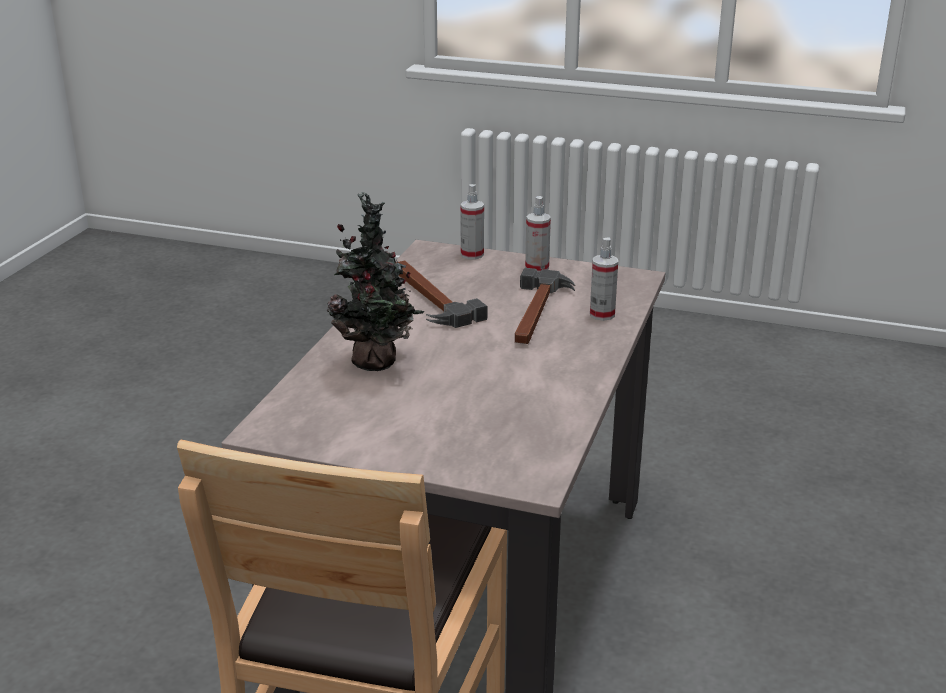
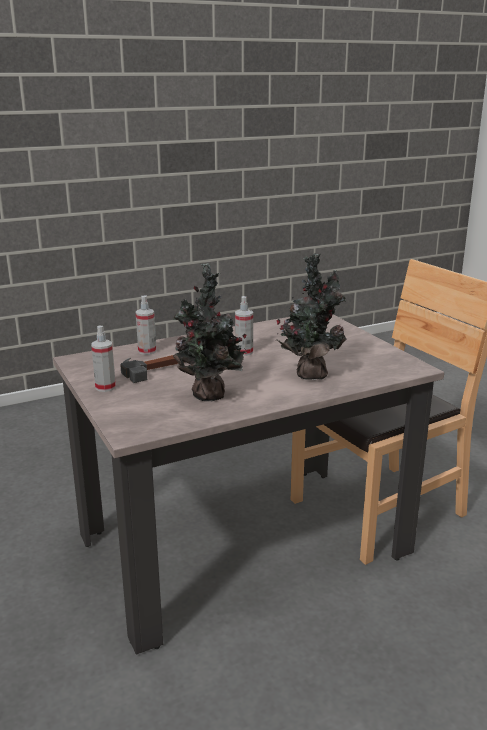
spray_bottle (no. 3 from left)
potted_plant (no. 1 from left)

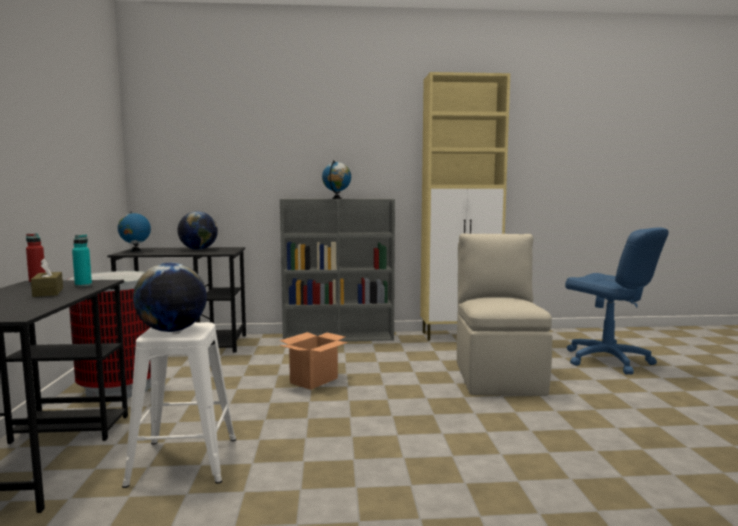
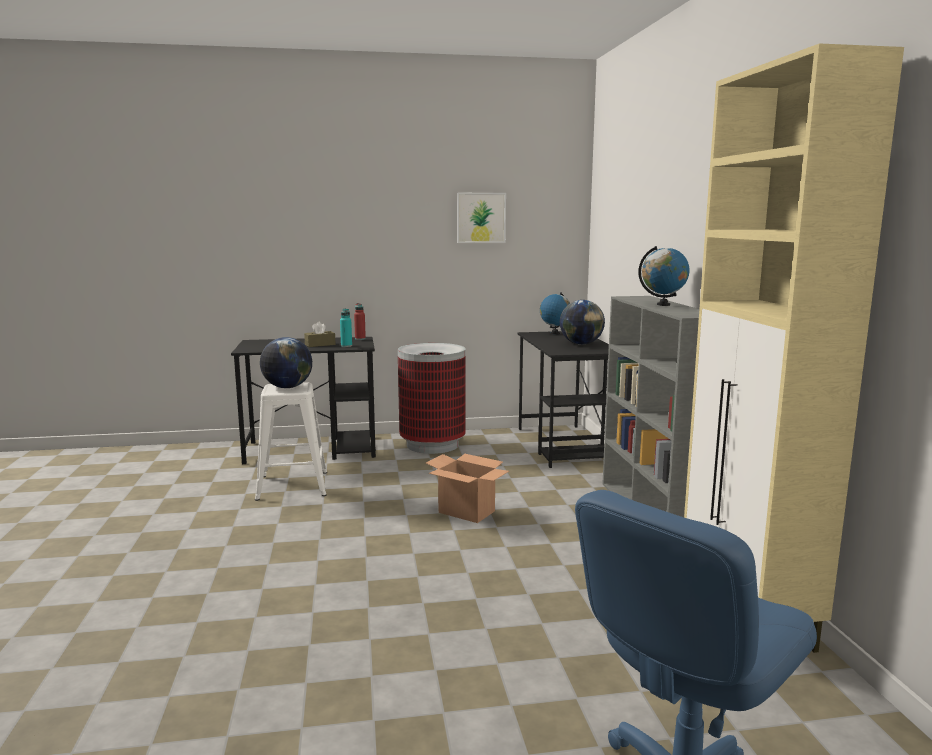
beige_chair
picture

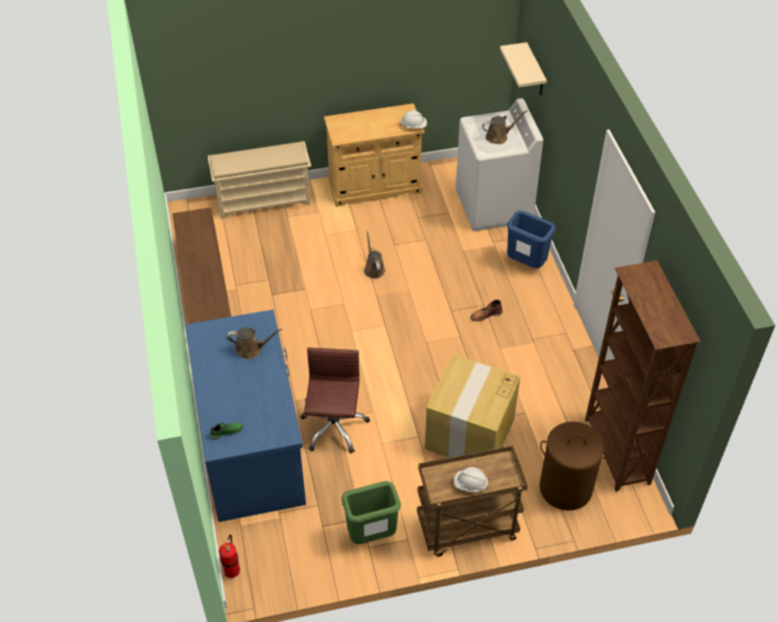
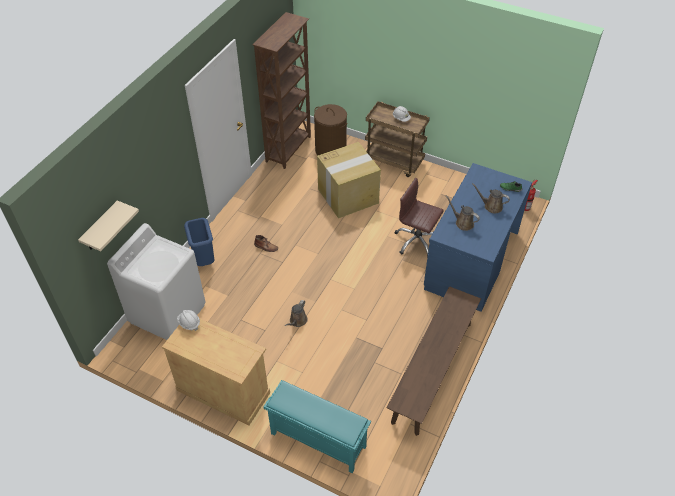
green_trash_can
brown_watering_can (no. 3 from left)
turquoise_shoe_rack
brown_office_chair

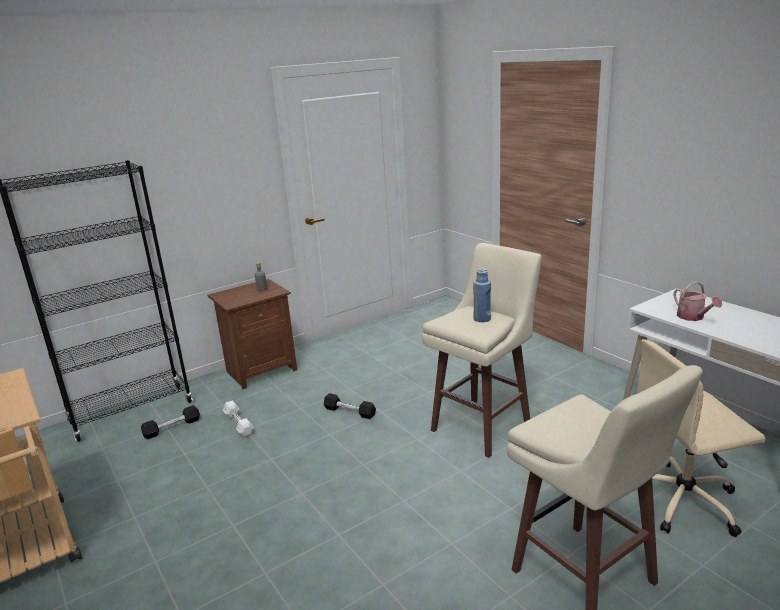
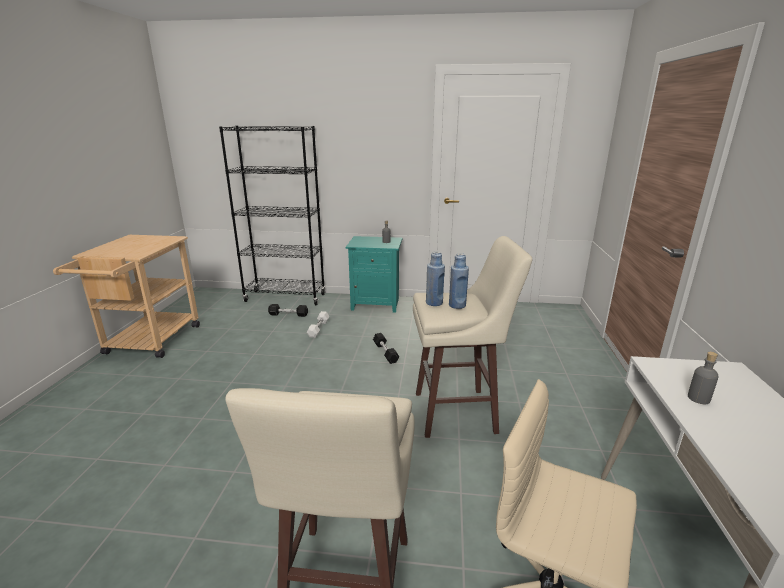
blue_bottle (no. 1 from left)
grey_bottle (no. 2 from left)
turquoise_nightstand

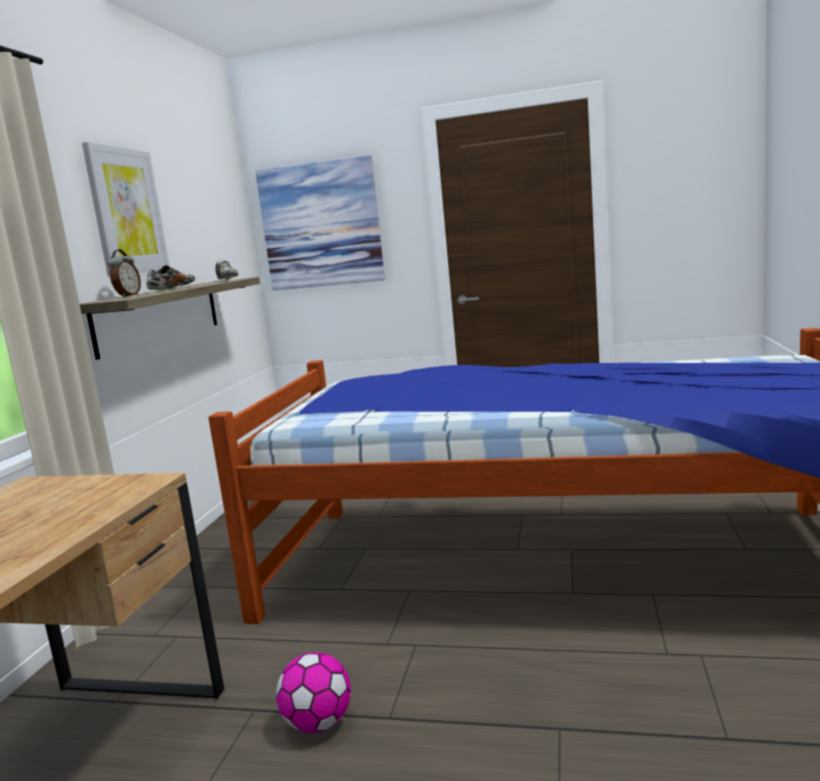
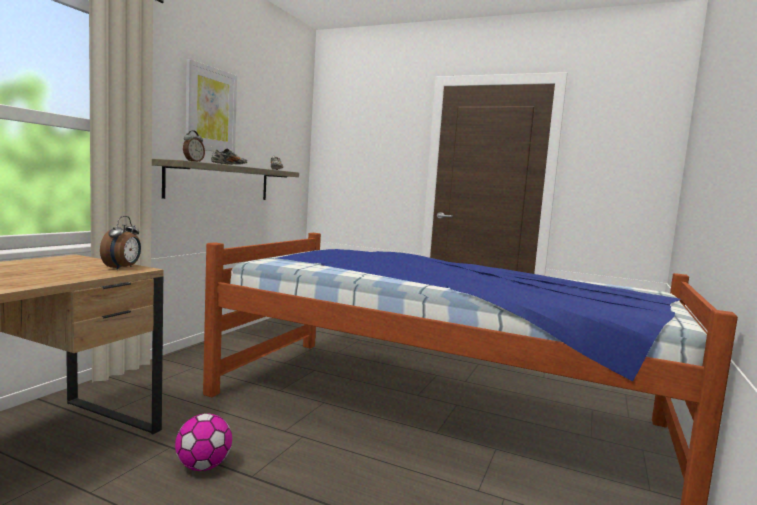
picture (no. 2 from left in the first image)
alarm_clock (no. 1 from left)

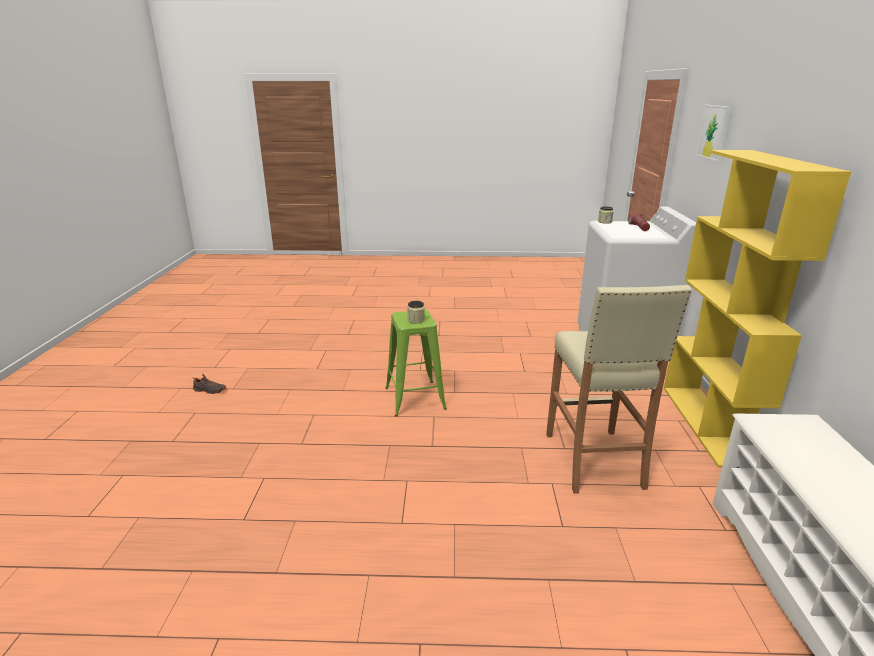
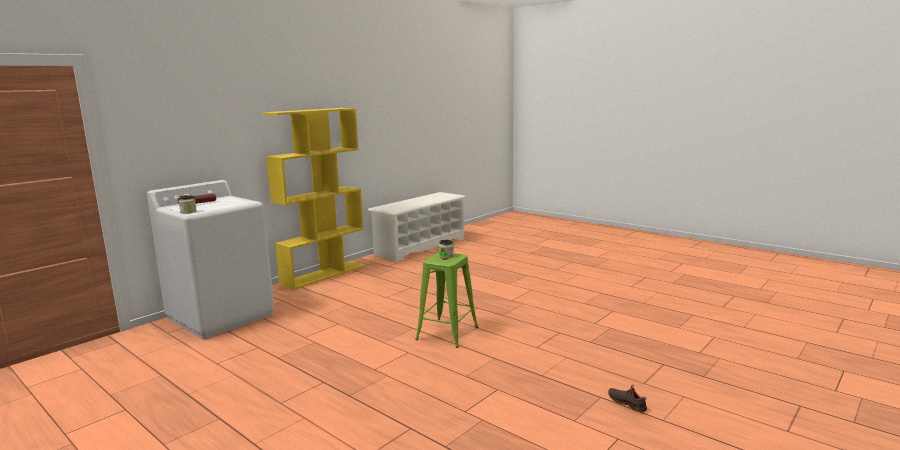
beige_stool
picture

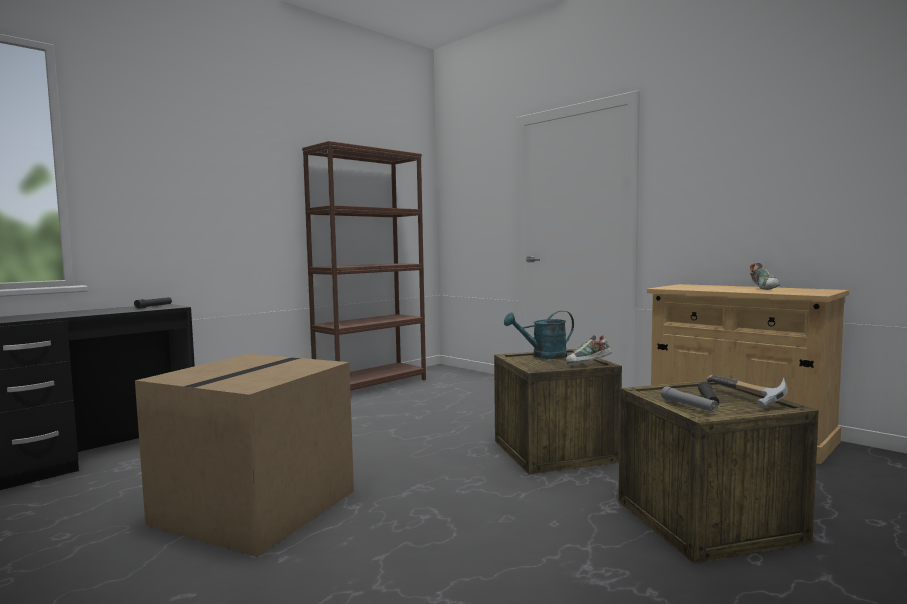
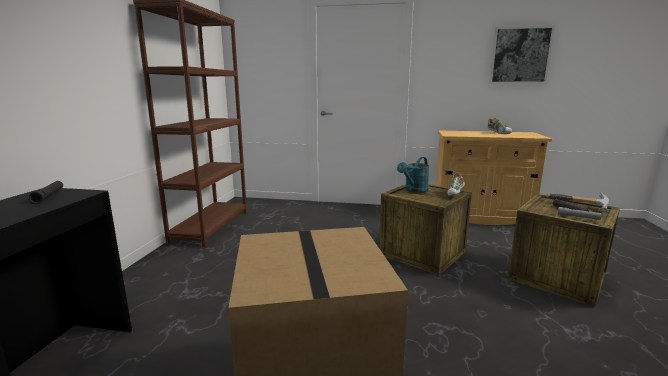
picture

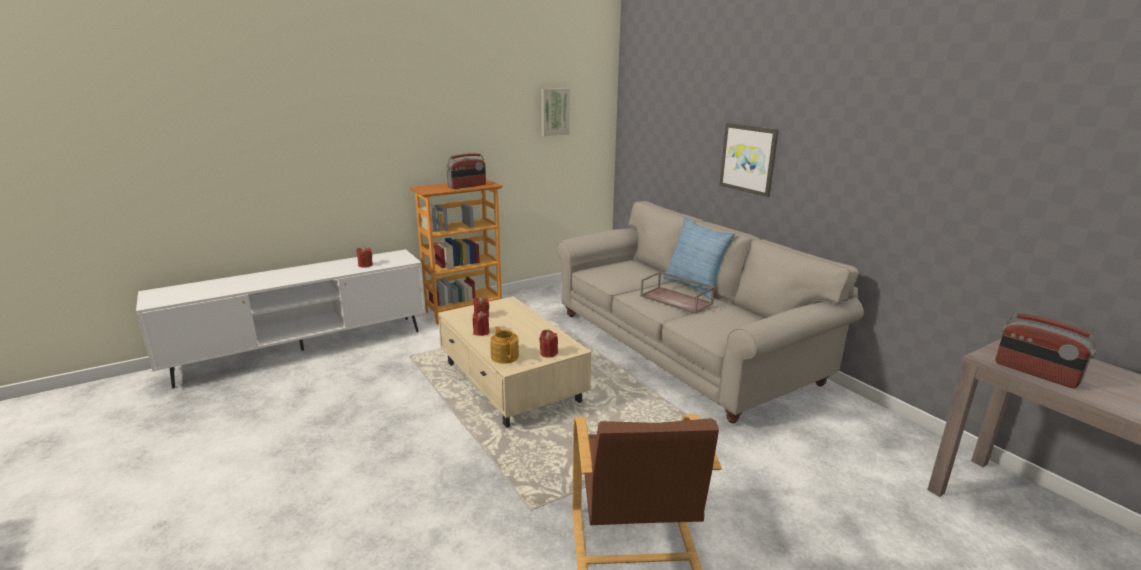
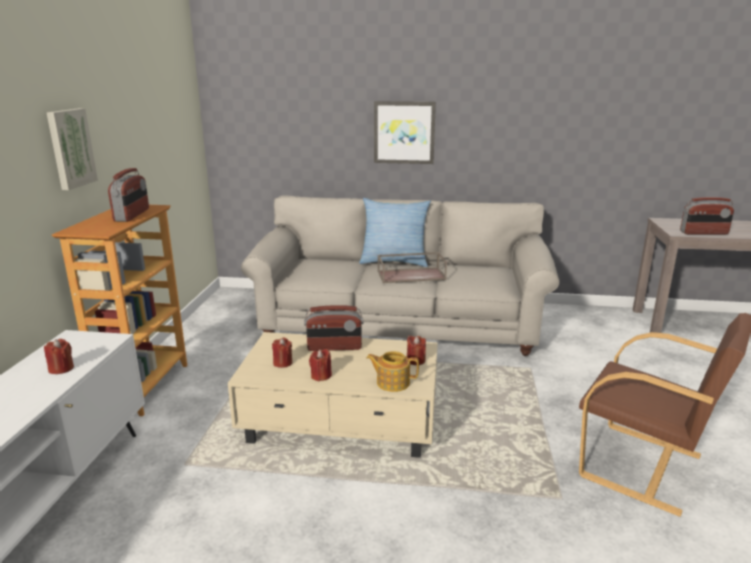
radio (no. 2 from left)
picture (no. 1 from left)

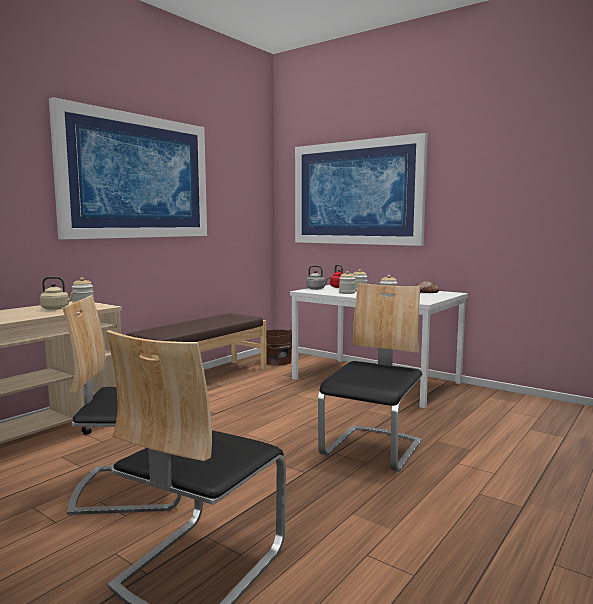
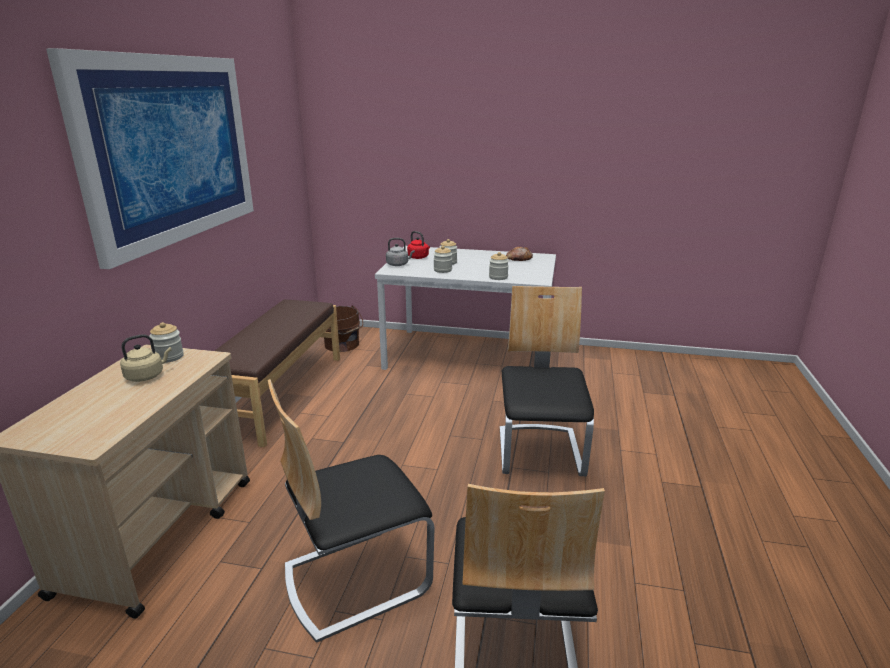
picture (no. 2 from left in the first image)

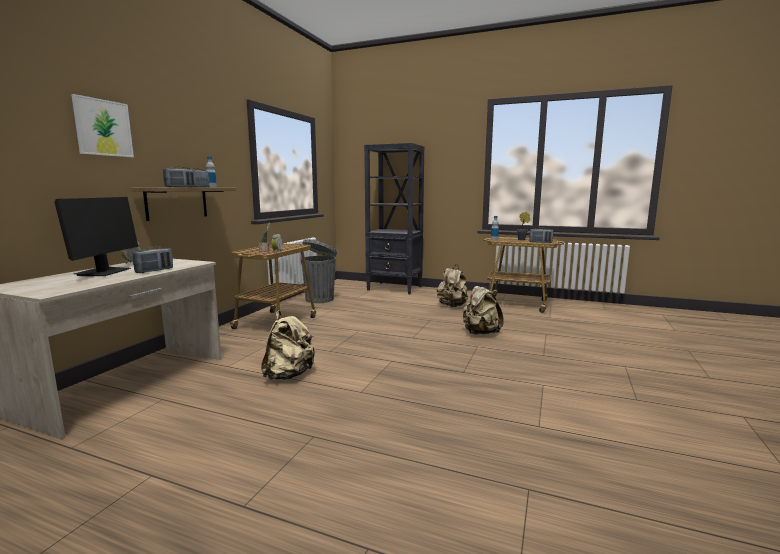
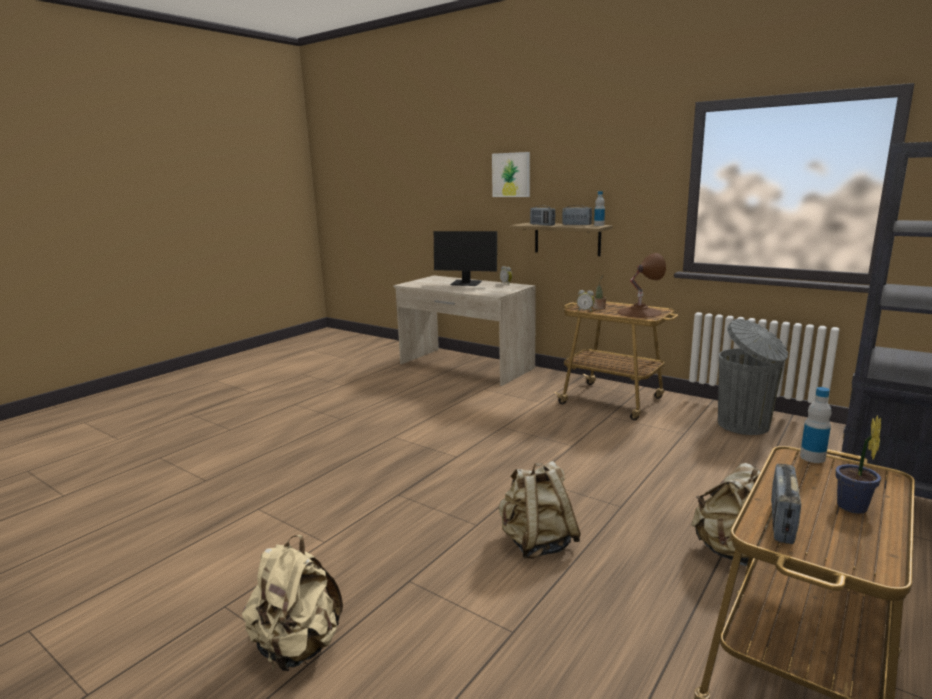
radio (no. 1 from left in the first image)
brown_table_lamp
beige_backpack (no. 1 from left)

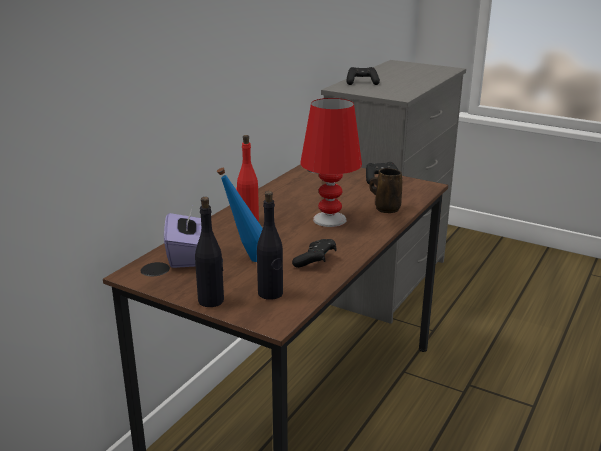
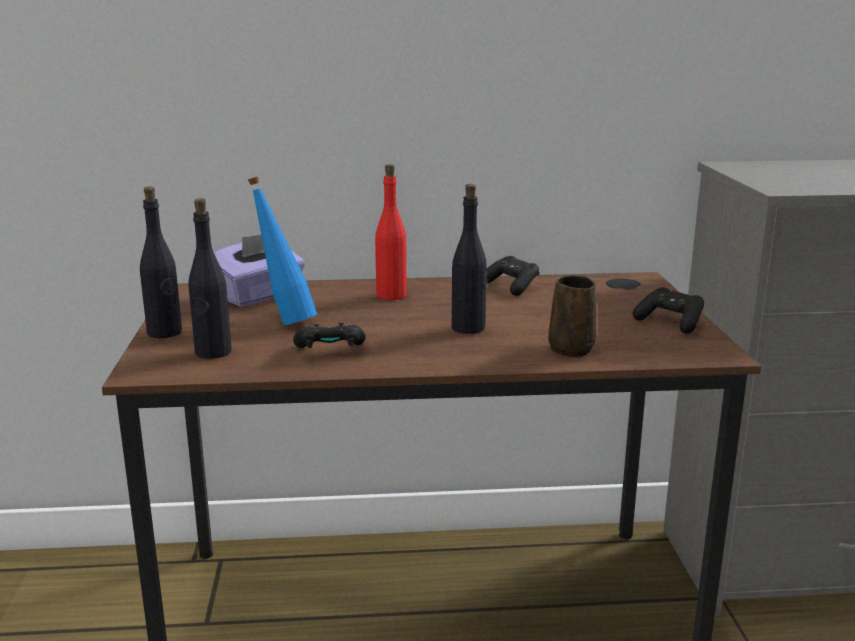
black_game_controller (no. 2 from left)
black_bottle (no. 3 from left)

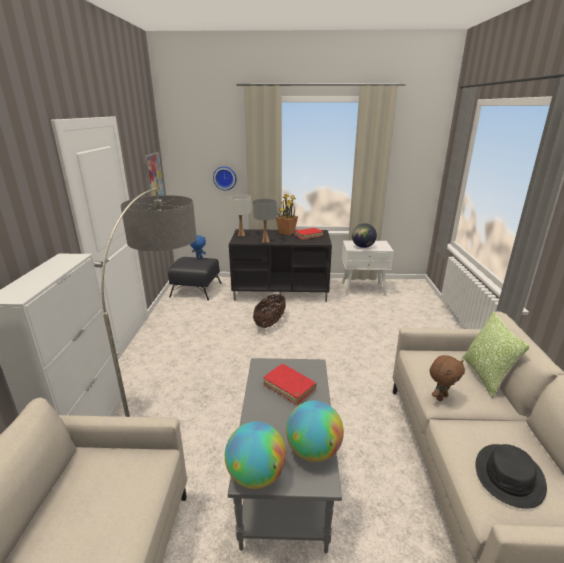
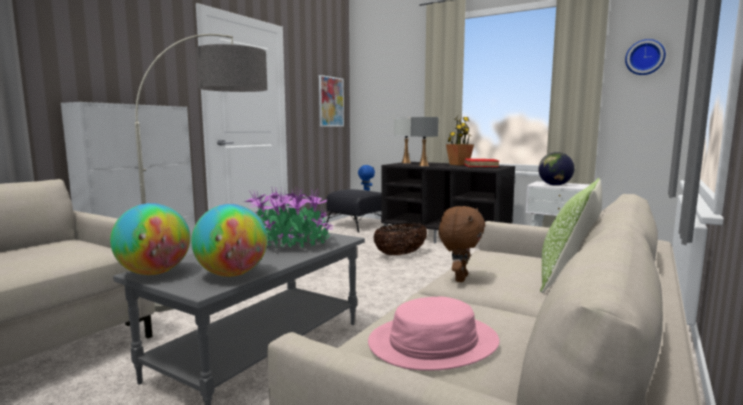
wall_clock
potted_plant (no. 1 from left)
pink_hat
brown_plush_toy

